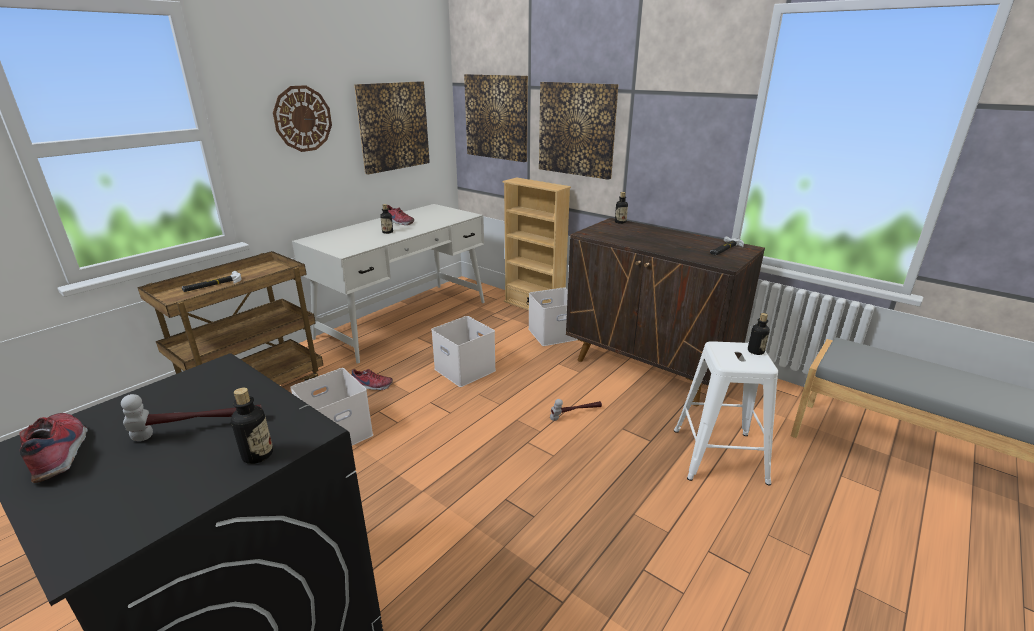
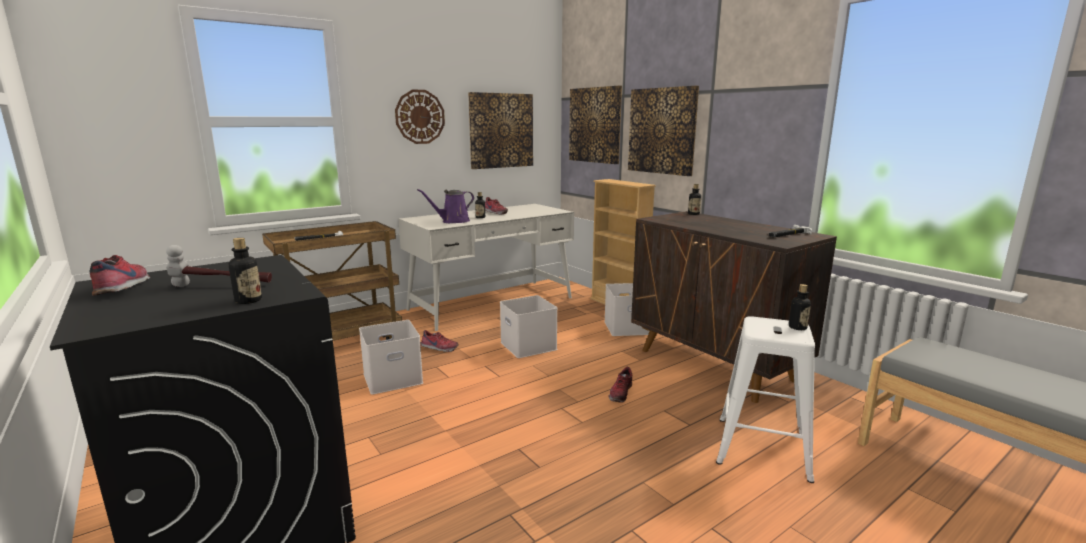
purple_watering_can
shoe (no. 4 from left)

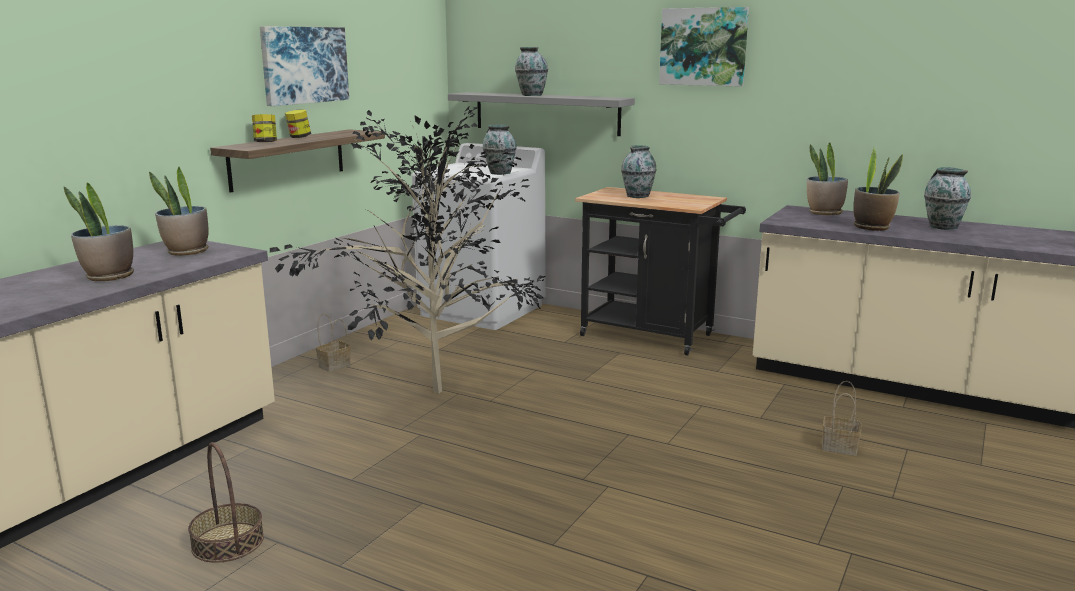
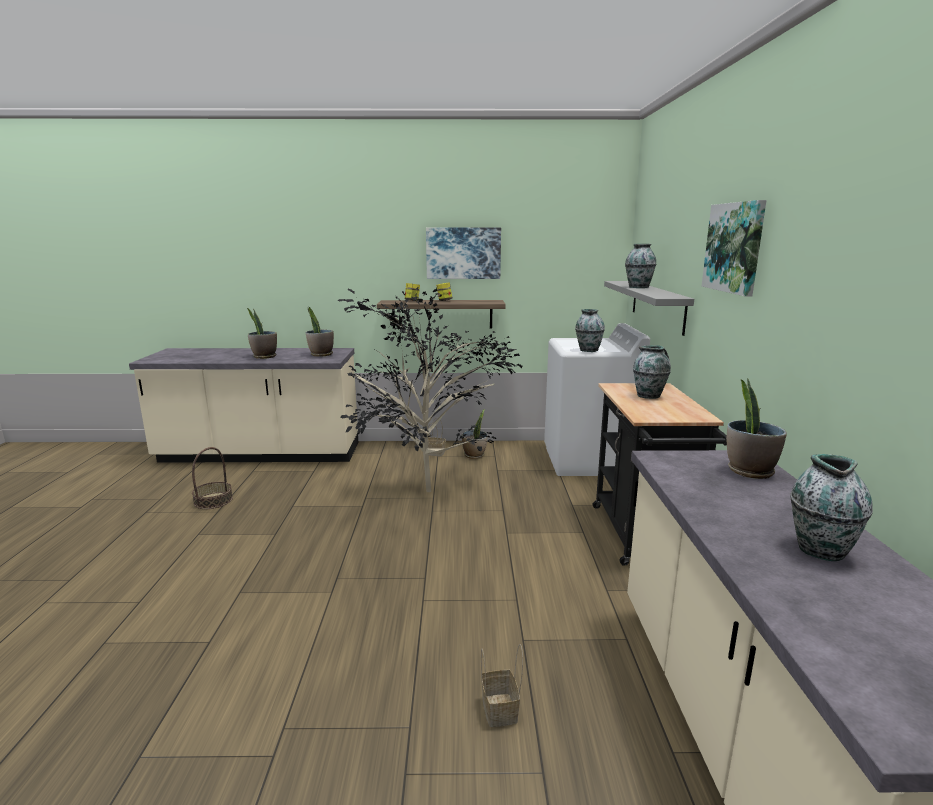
potted_plant (no. 4 from left)

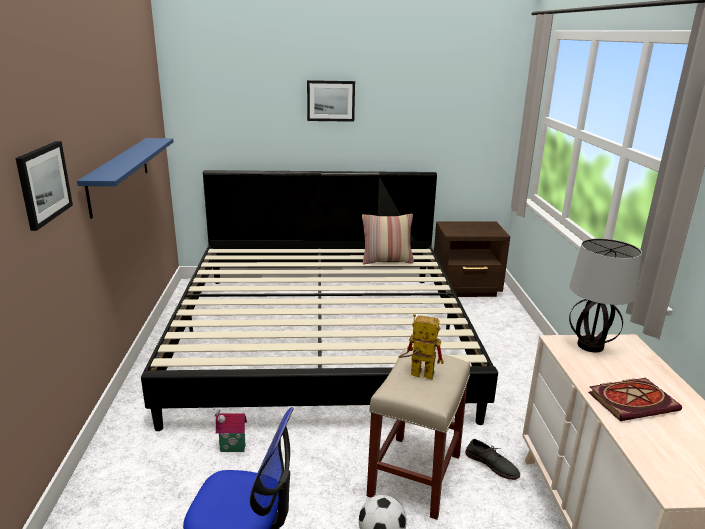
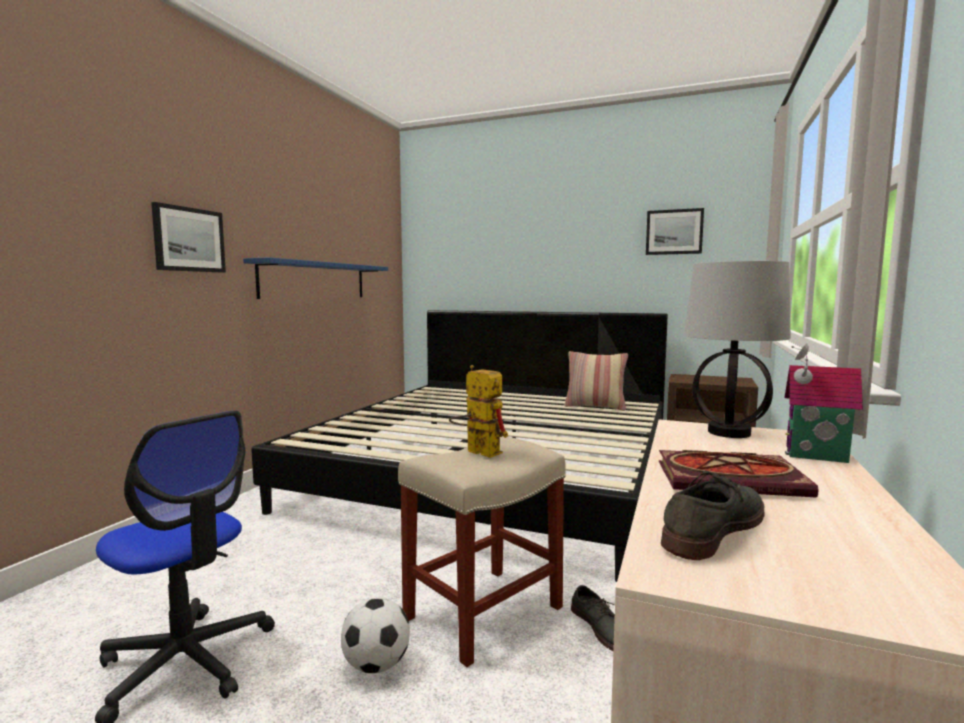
grey_shoe (no. 2 from left)
toy_house
picture (no. 2 from left)

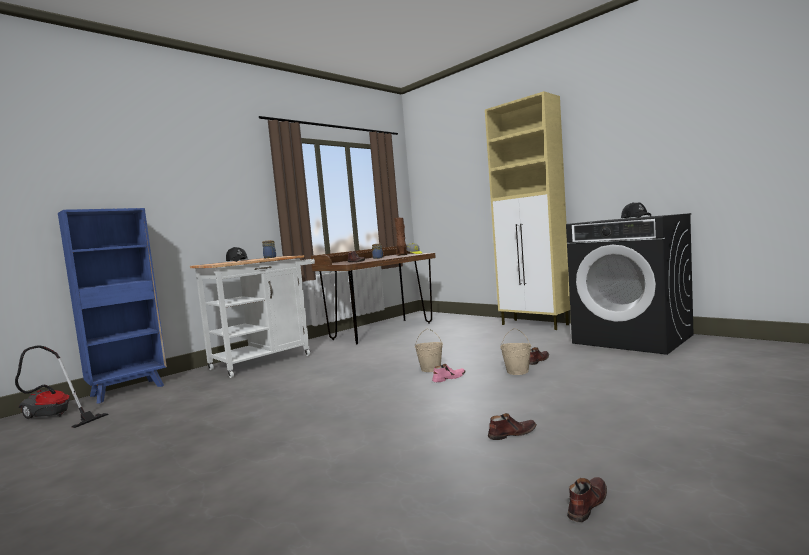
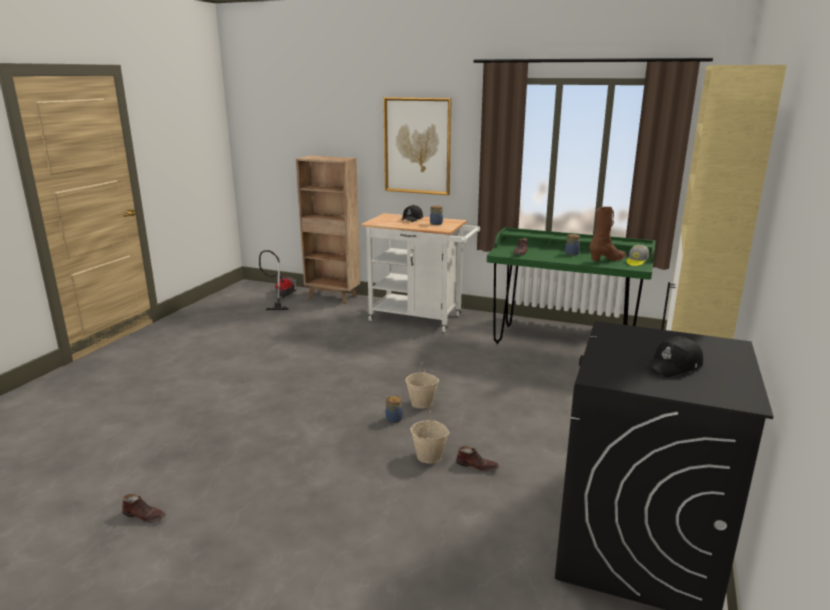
brown_shoe (no. 2 from left in the first image)
picture
jar (no. 1 from left)
brown_bookcase
green_desk

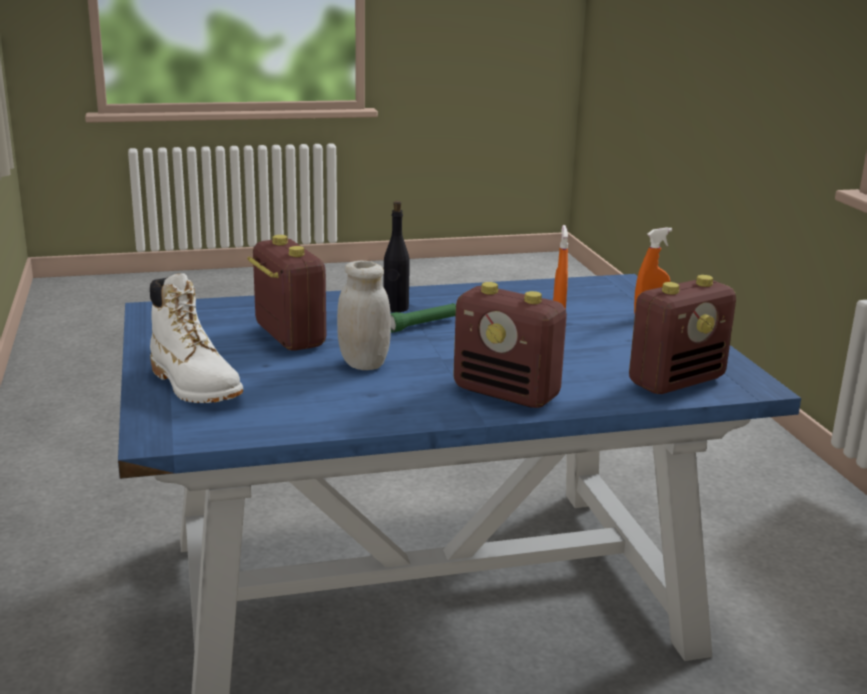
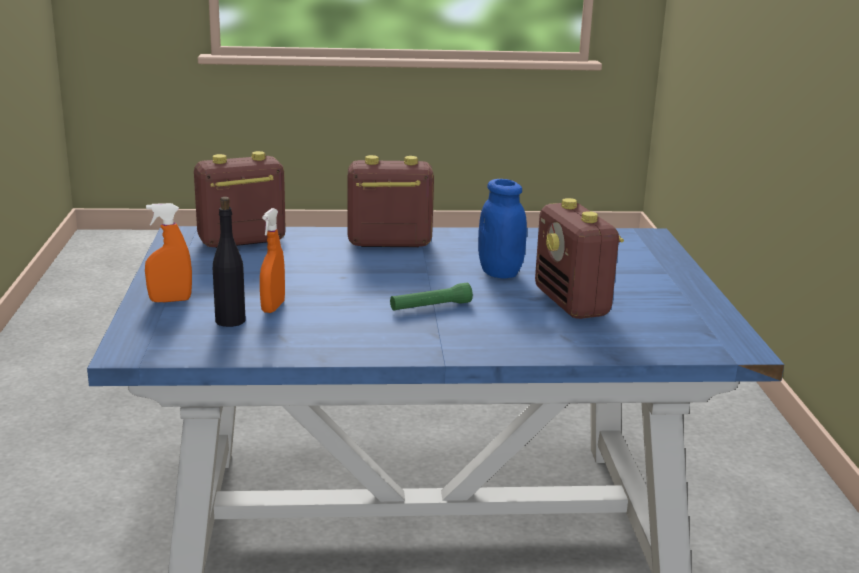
white_boot
black_bottle
blue_jar
radio (no. 2 from left)

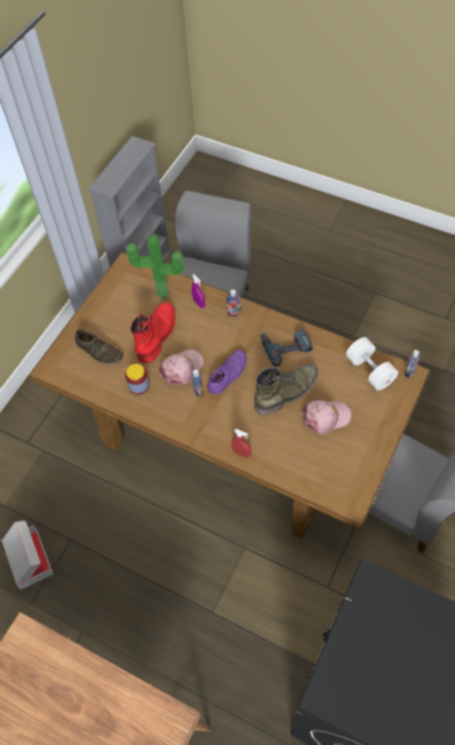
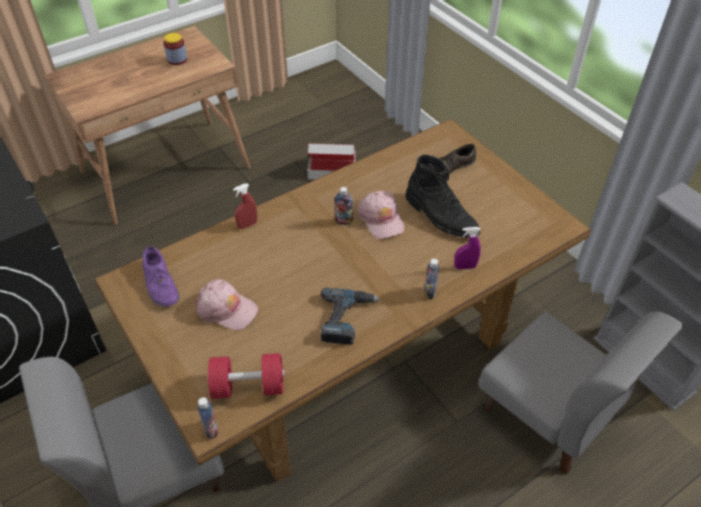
potted_plant
green_boot
jar
purple_shoe
black_boot
red_dumbbell
pink_cap (no. 1 from left)

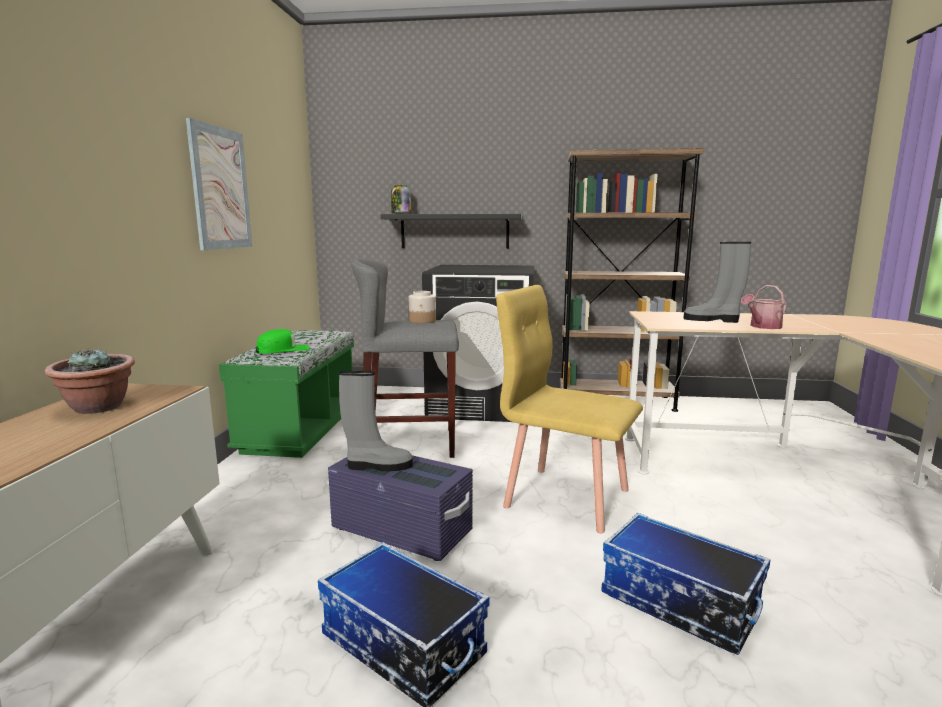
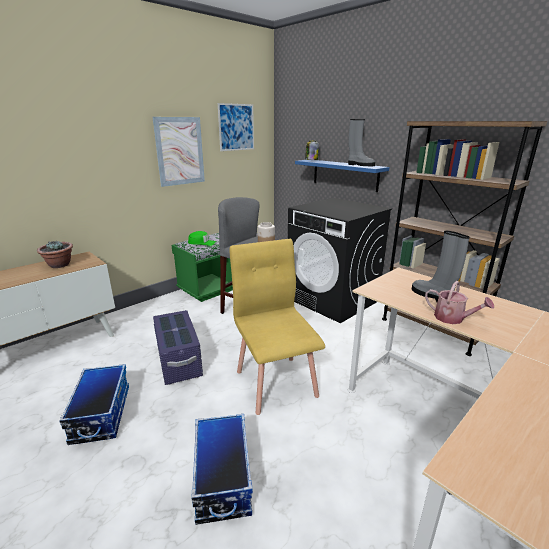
picture (no. 2 from left)
grey_boot (no. 1 from left)
blue_shelf
watering_can

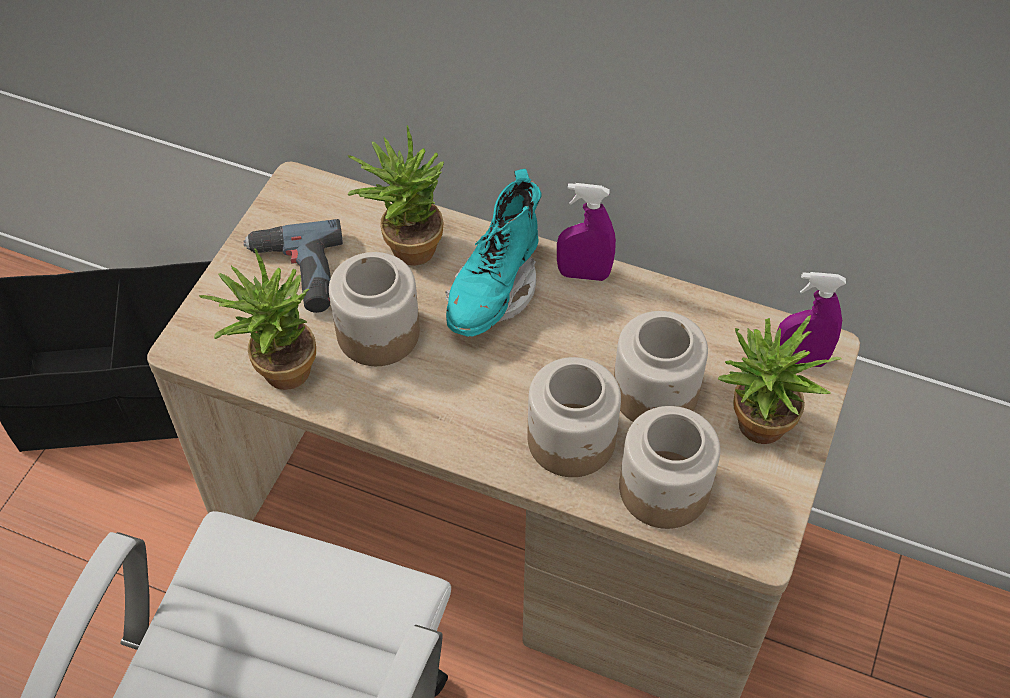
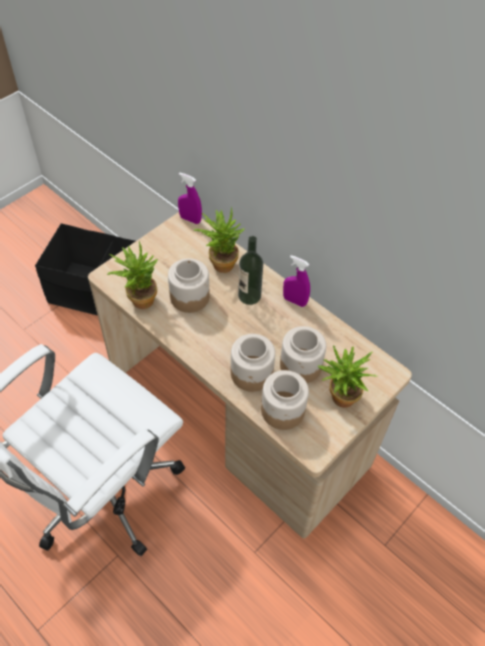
power_drill
purple_spray_bottle (no. 1 from left)
bottle

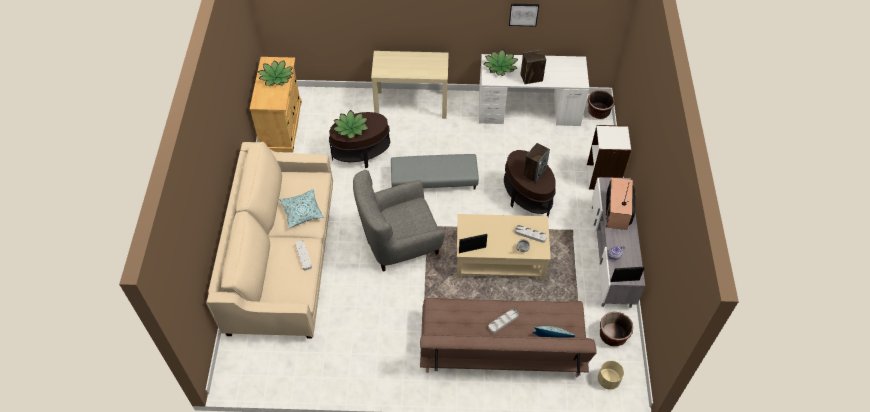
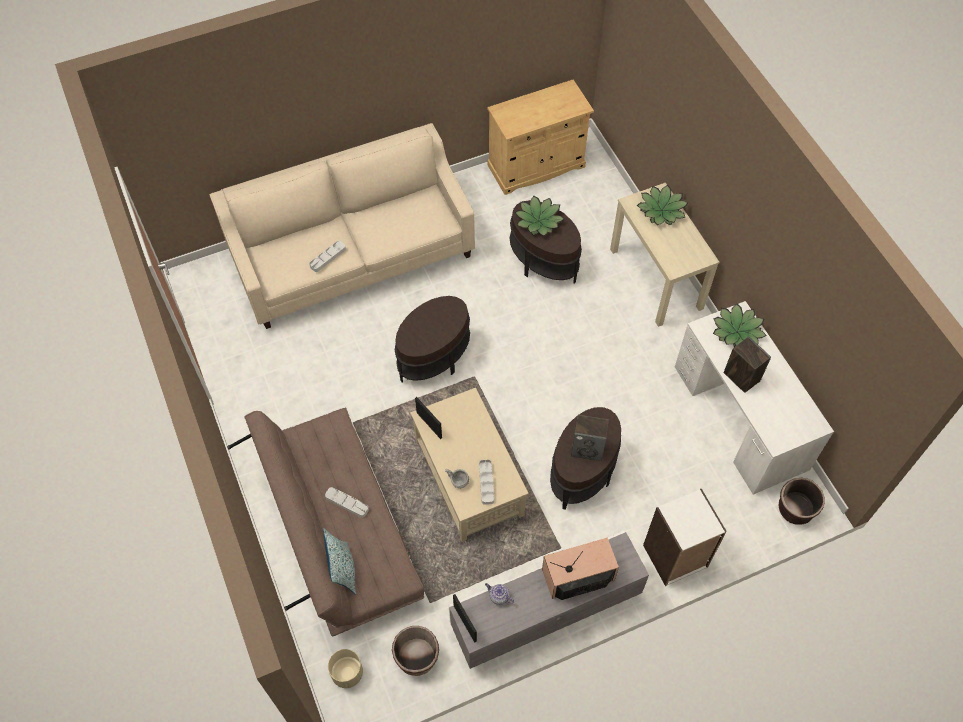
pillow (no. 1 from left in the first image)
grey_ottoman
picture
potted_plant (no. 2 from left)
brown_side_table (no. 1 from left)

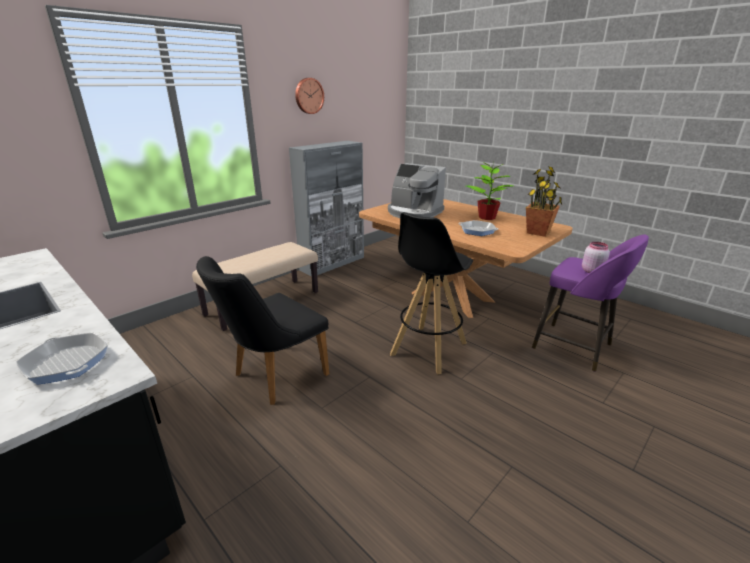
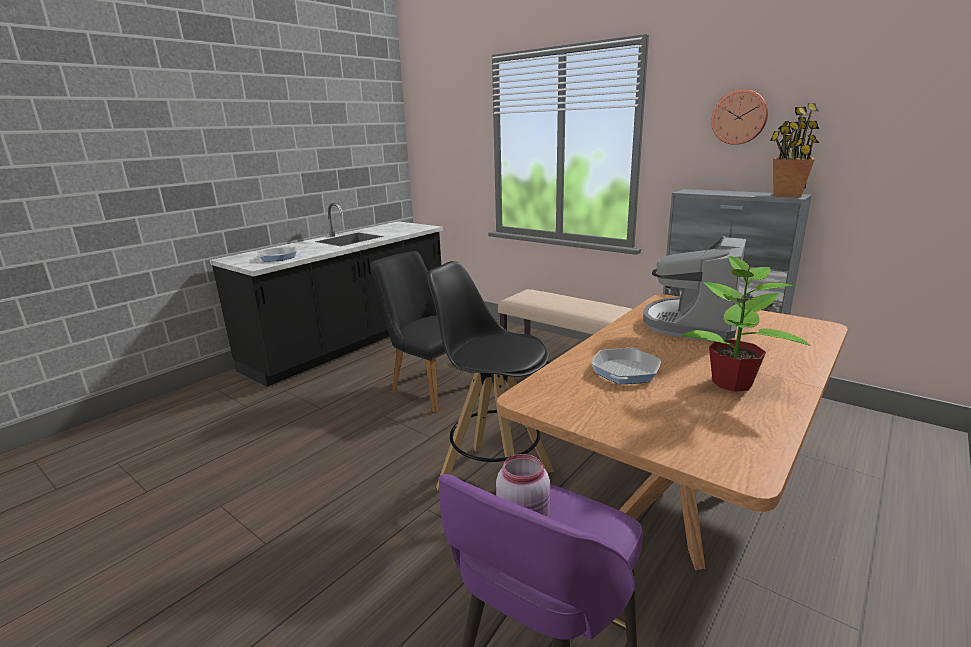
potted_plant (no. 2 from left)

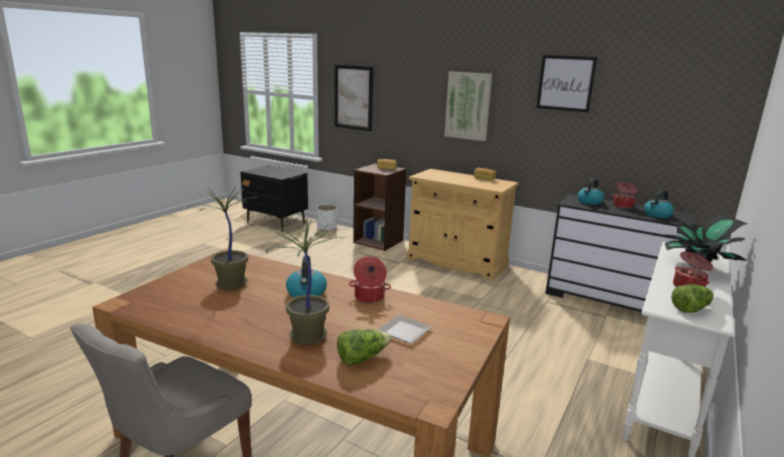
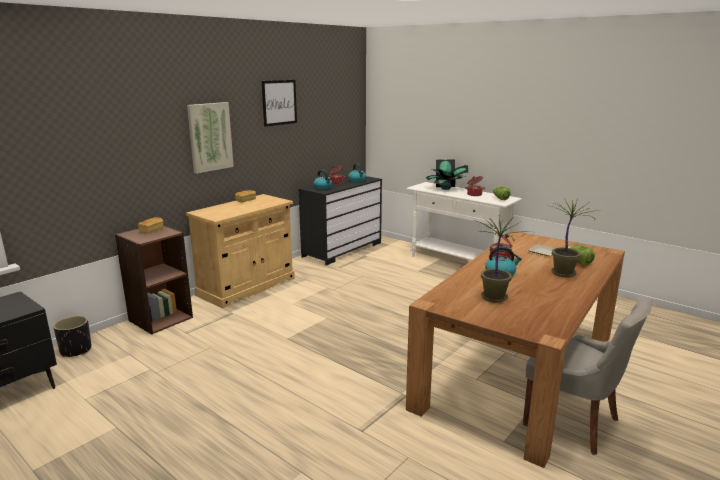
picture (no. 1 from left in the first image)
black_planter

